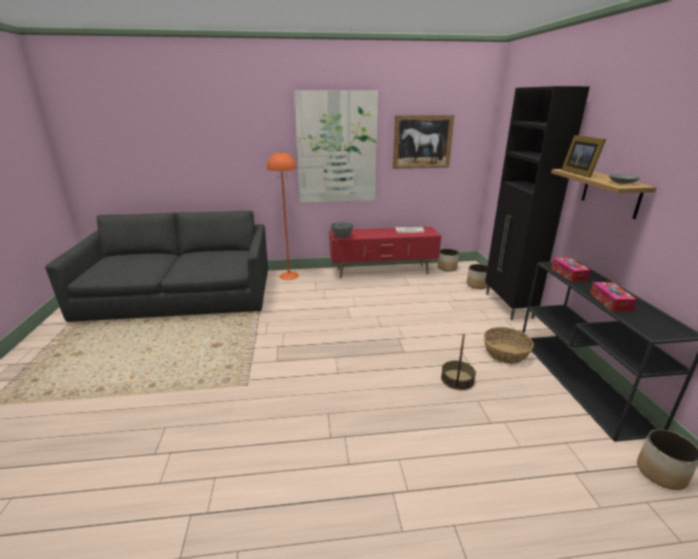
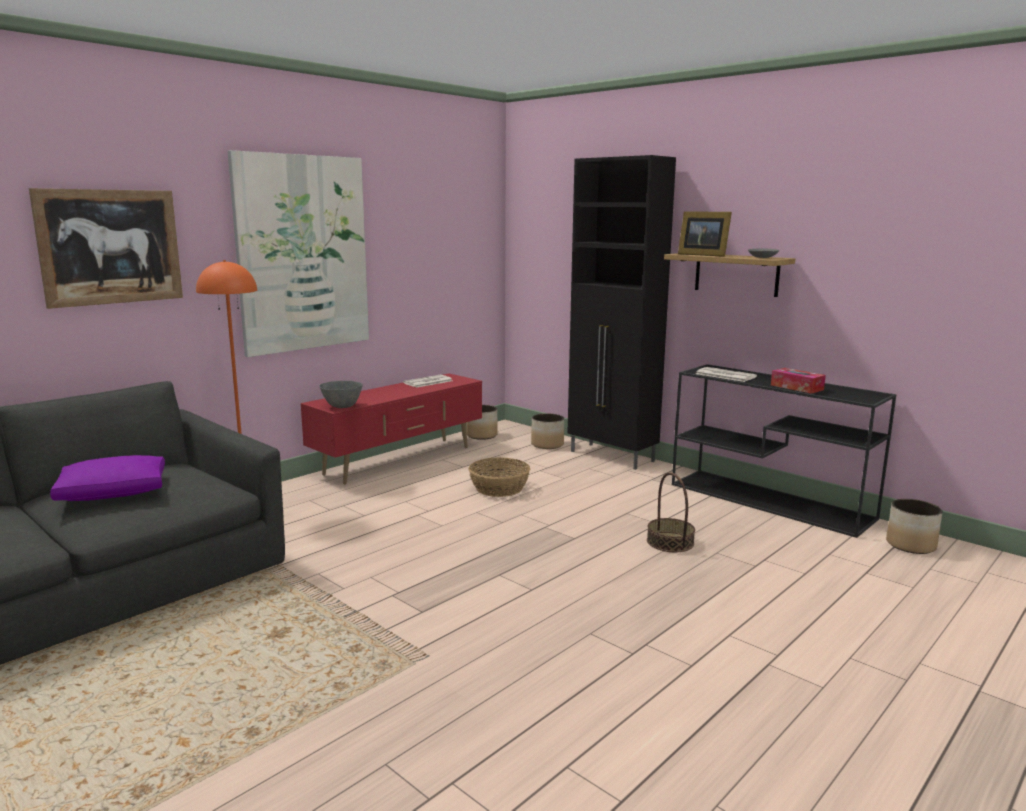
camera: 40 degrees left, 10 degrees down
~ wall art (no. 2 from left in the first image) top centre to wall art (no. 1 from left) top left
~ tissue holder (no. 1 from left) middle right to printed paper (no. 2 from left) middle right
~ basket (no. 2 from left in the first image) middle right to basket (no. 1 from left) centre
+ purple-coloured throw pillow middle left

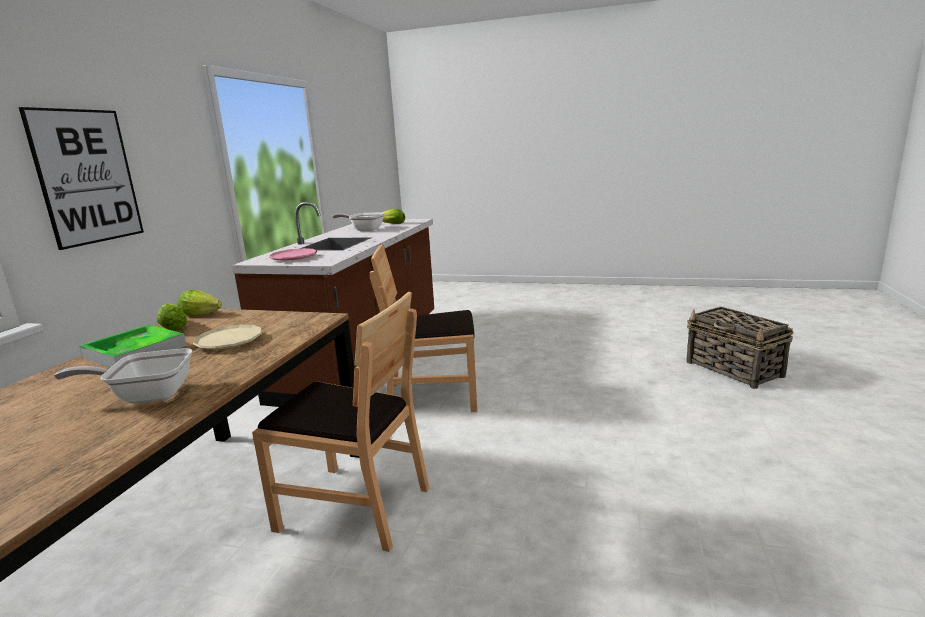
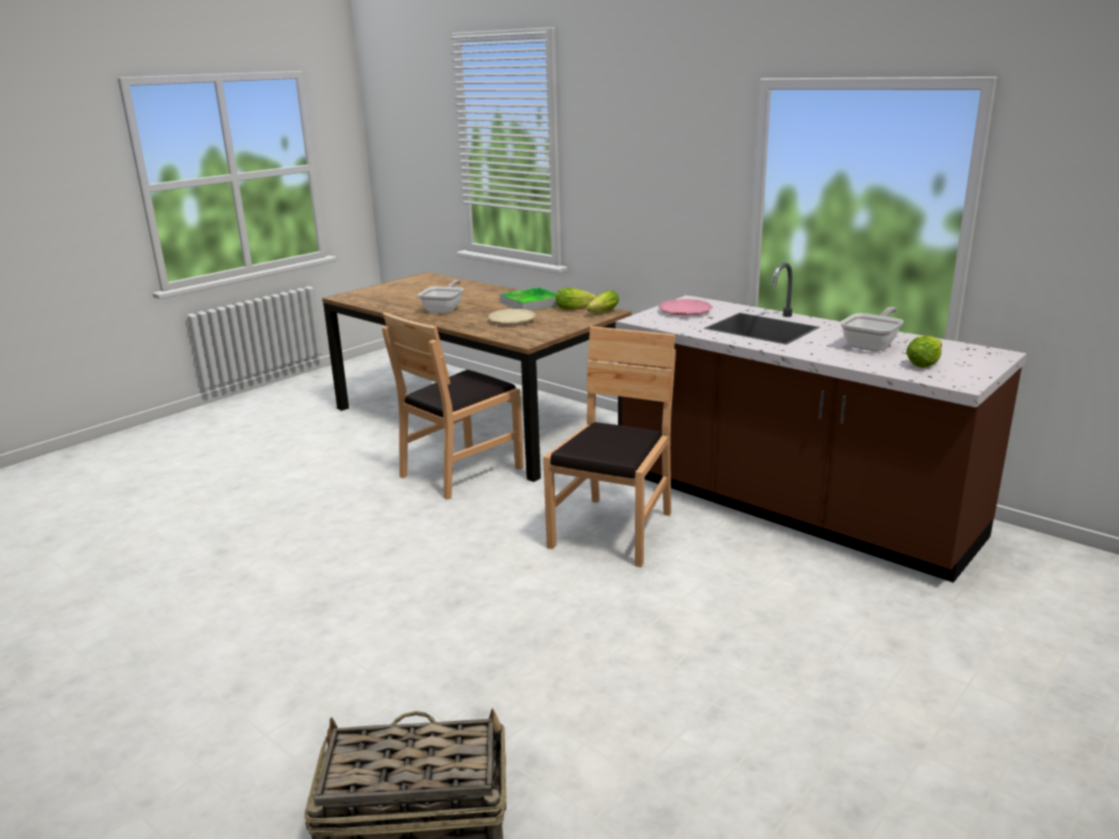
camera: 115 degrees right, 5 degrees up
- wall art top left

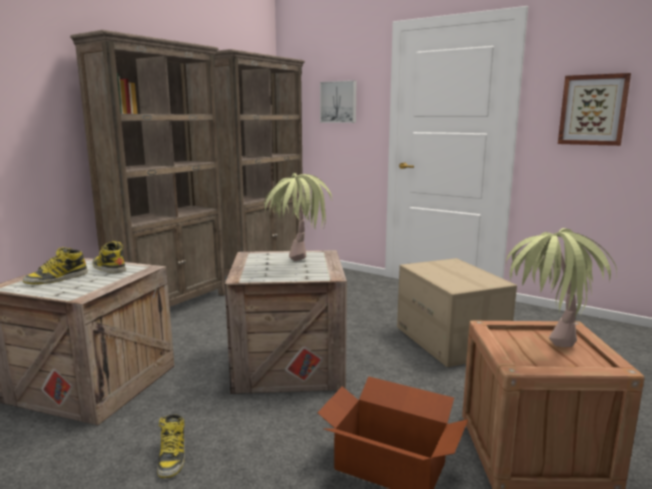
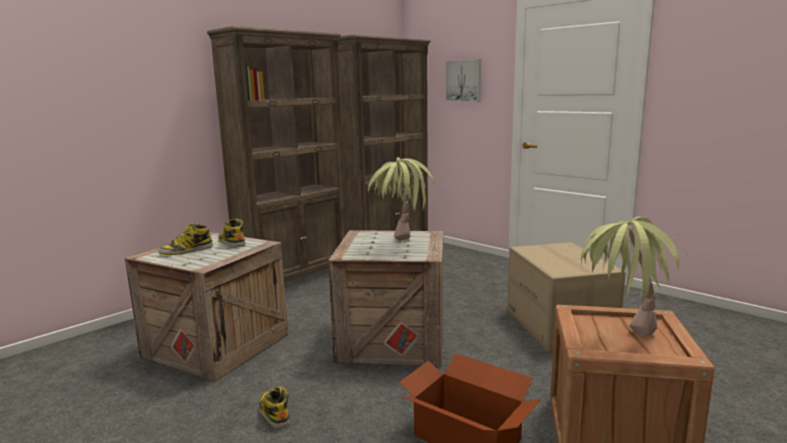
camera: 10 degrees right, 0 degrees up
- wall art (no. 2 from left) top right
~ tall boot (no. 3 from left) bottom left = bottom centre 150 degrees clockwise

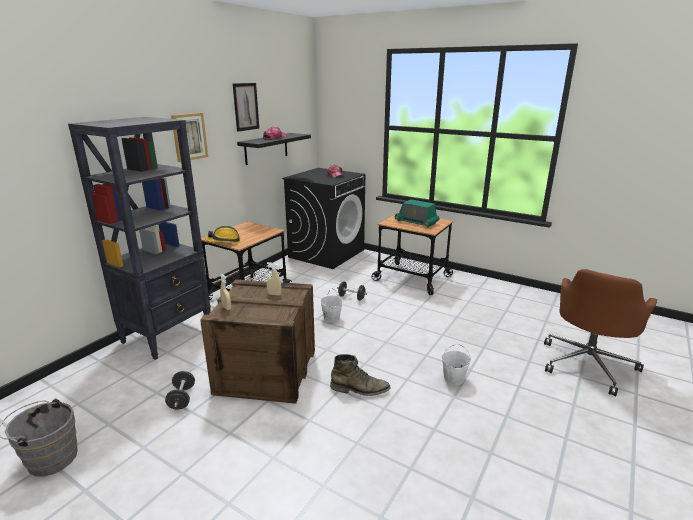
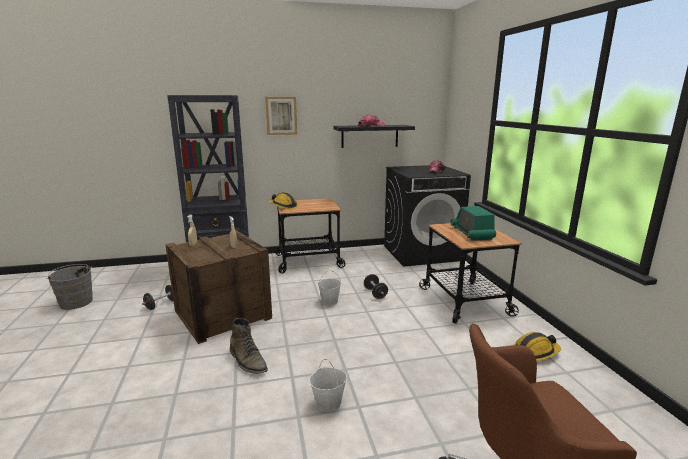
camera: 45 degrees right, 5 degrees down
- wall art (no. 2 from left) top centre
+ work helmet (no. 2 from left) bottom right

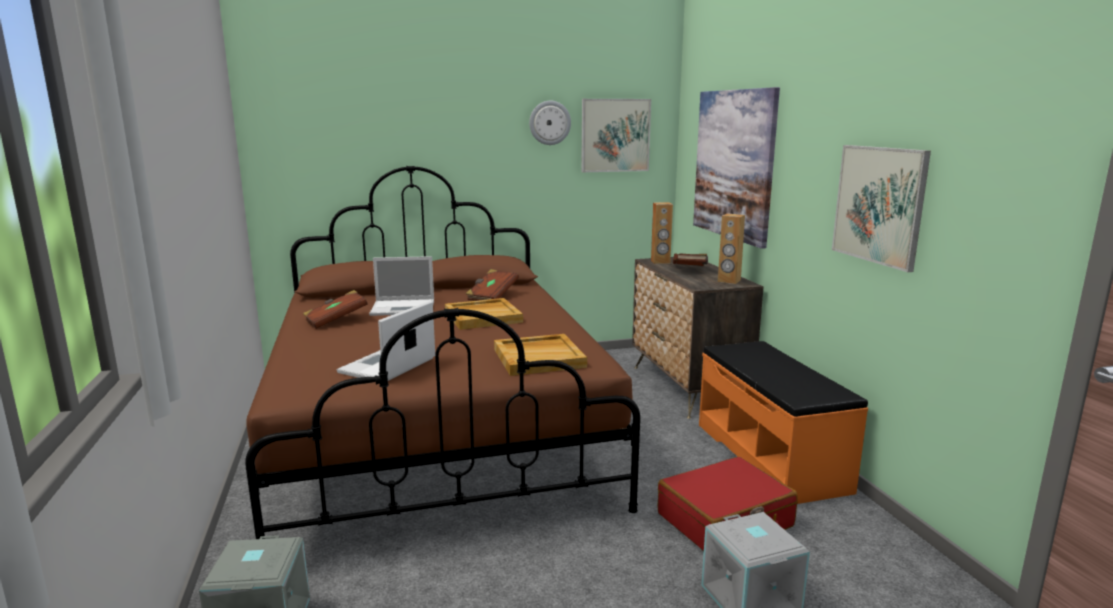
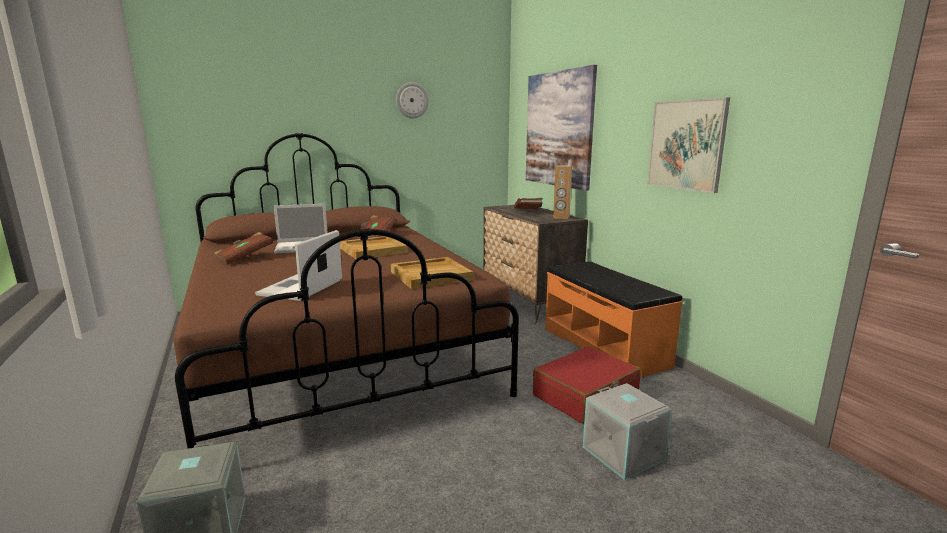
camera: 10 degrees left, 0 degrees up
- wall art (no. 1 from left) top centre
- brown-coloured loudspeaker (no. 1 from left) centre

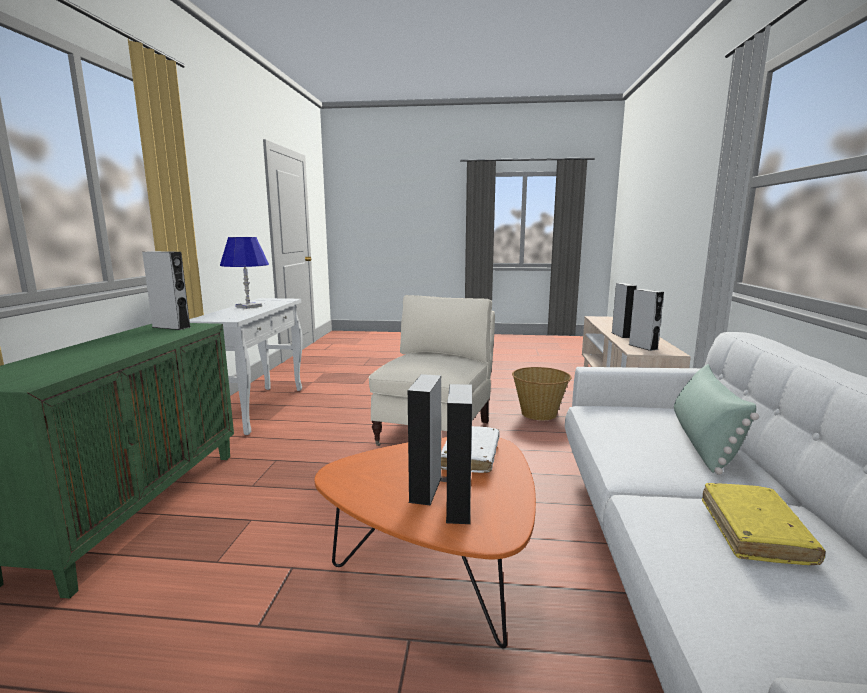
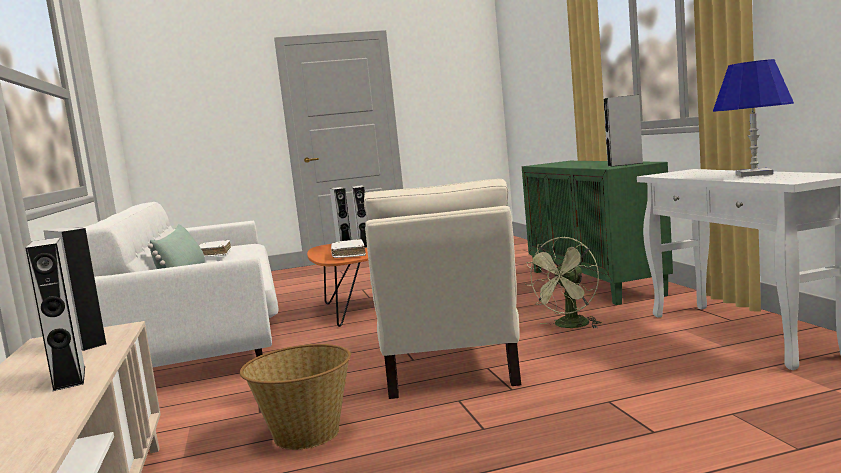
camera: 160 degrees right, 5 degrees down
~ yellowish volume bottom right to white volume (no. 1 from left) middle left
+ greenish fan middle right

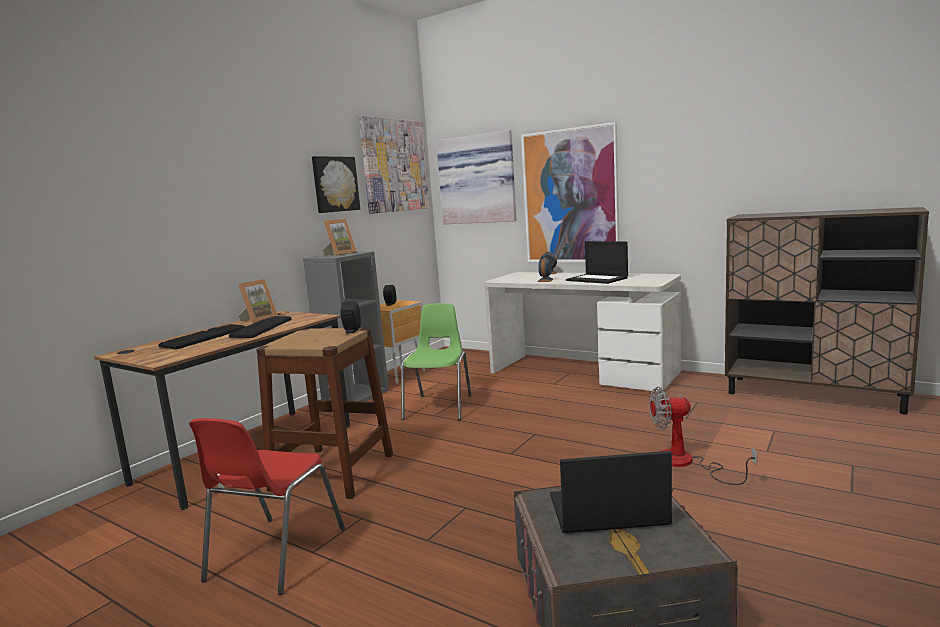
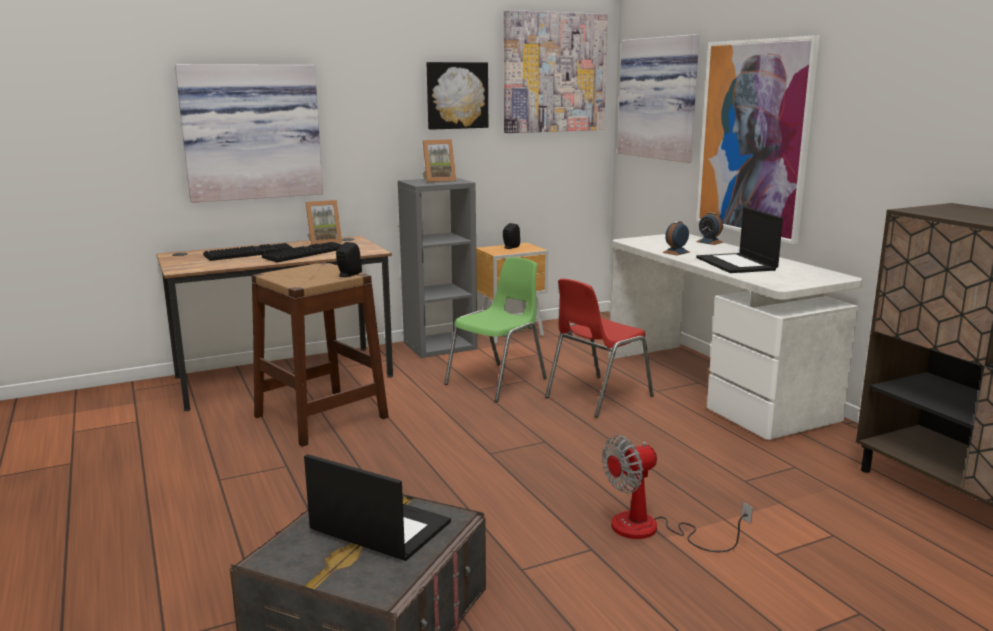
camera: 30 degrees right, 5 degrees up
~ fan bottom right = bottom right 60 degrees counterclockwise
~ red upright chair bottom left to centre
+ wall art (no. 1 from left) top left

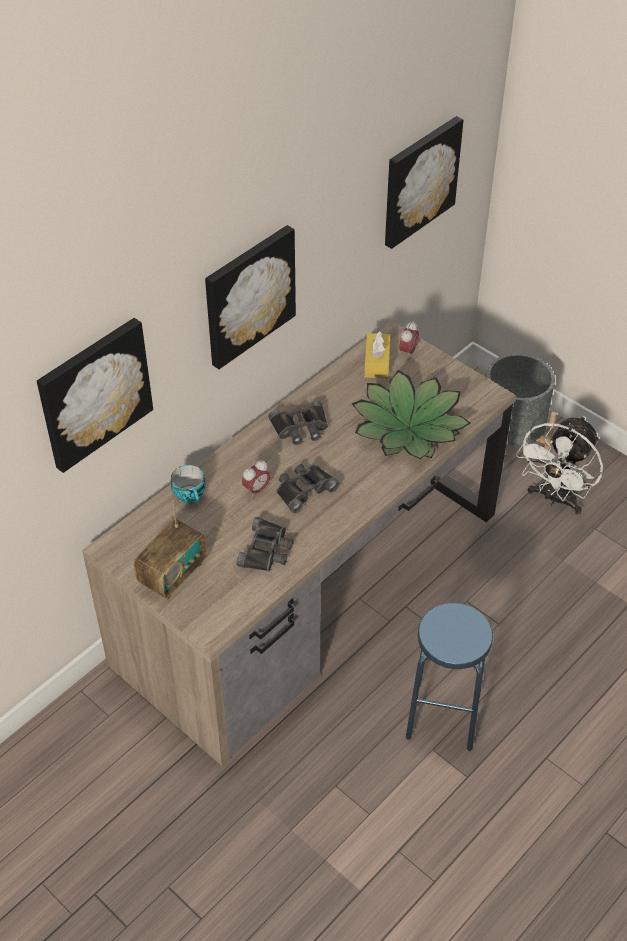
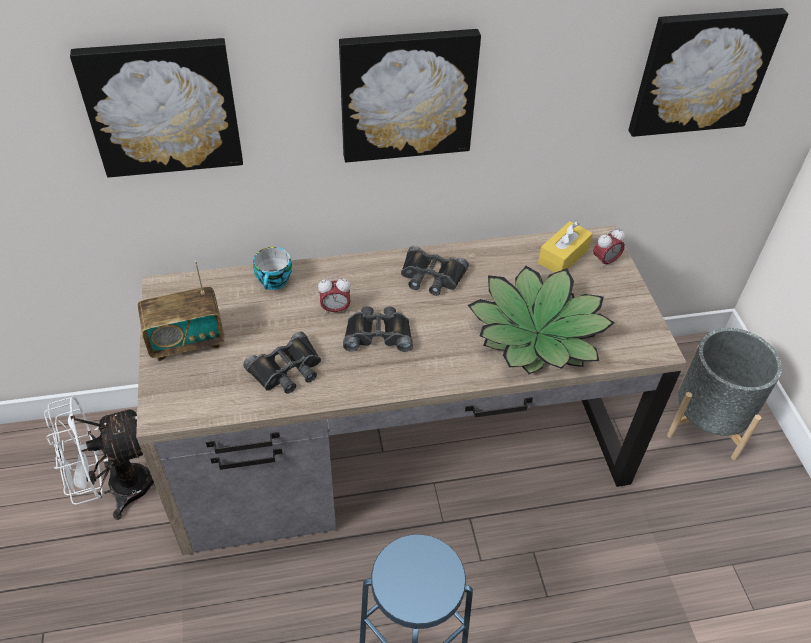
camera: 35 degrees right, 0 degrees up
~ white fan middle right to bottom left

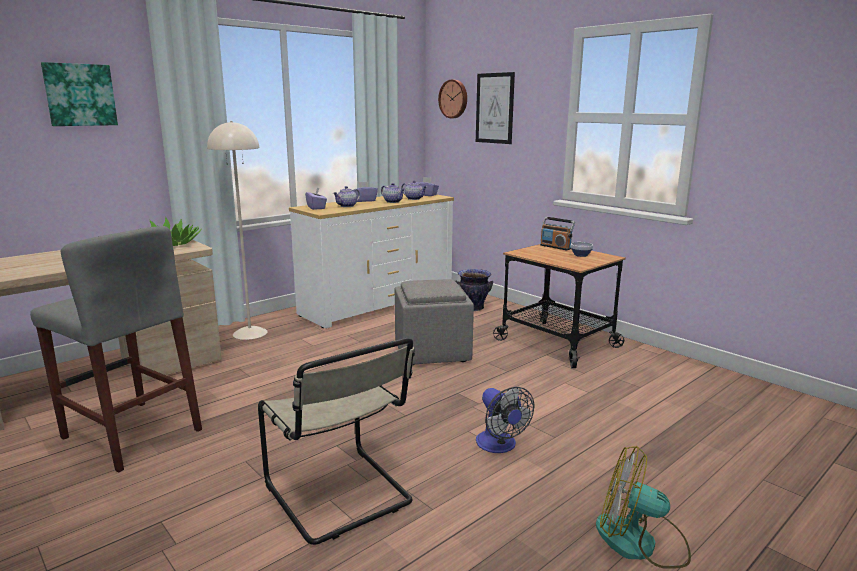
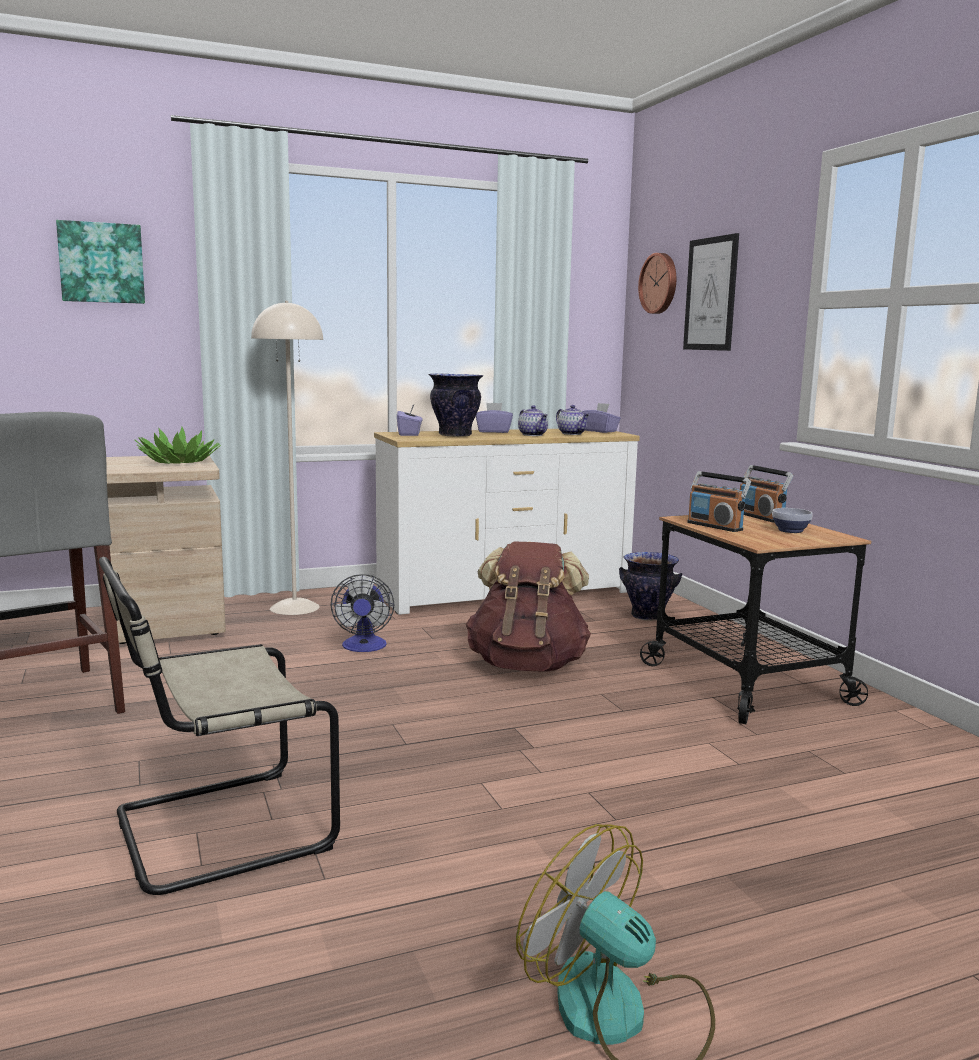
camera: 20 degrees right, 5 degrees down
~ tea pot (no. 1 from left) centre to vase (no. 1 from left) centre
~ grey ottoman centre to brown-coloured backpack centre
~ beige-coloured upright chair bottom centre = bottom left 75 degrees clockwise
~ fan (no. 1 from left) bottom centre to centre
+ radio (no. 1 from left) middle right

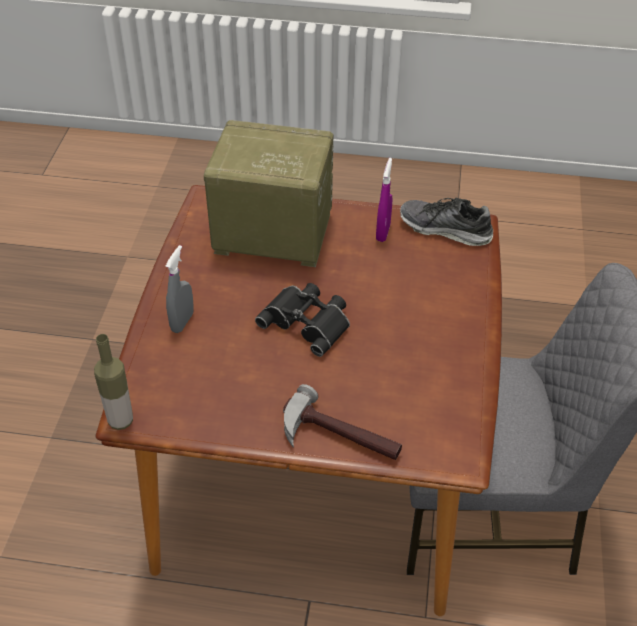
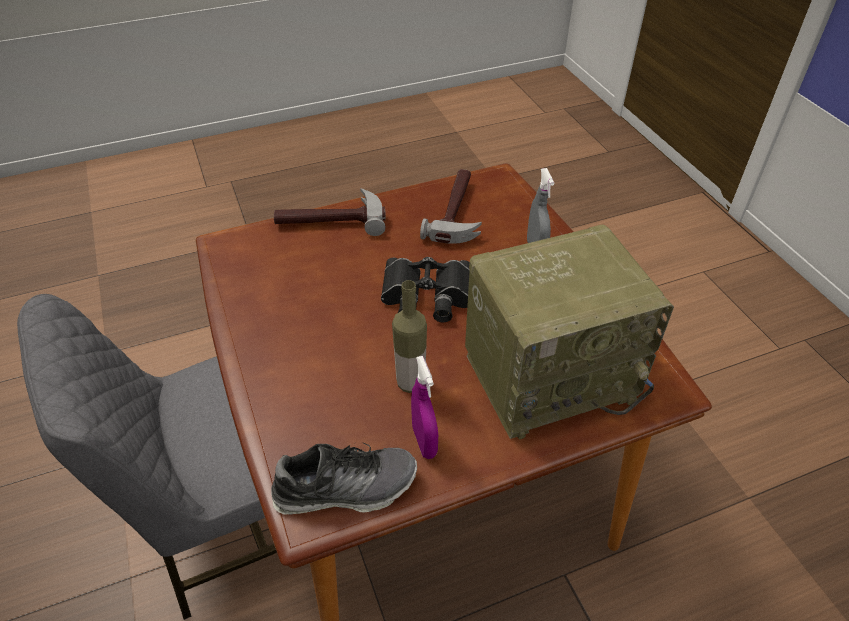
camera: 150 degrees right, 0 degrees up
~ bottle middle left to centre
+ hammer (no. 2 from left) top centre

